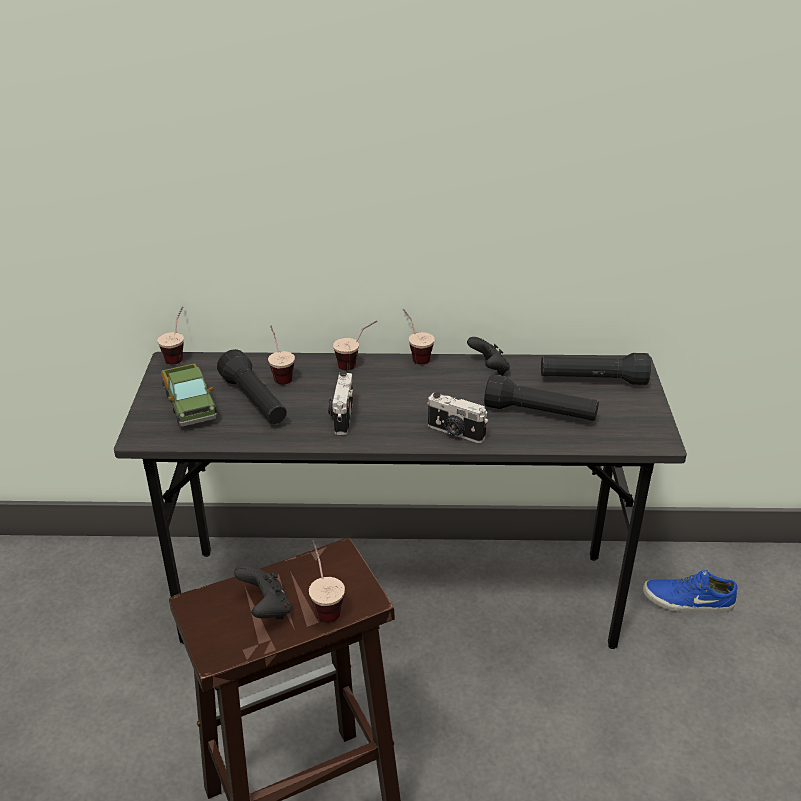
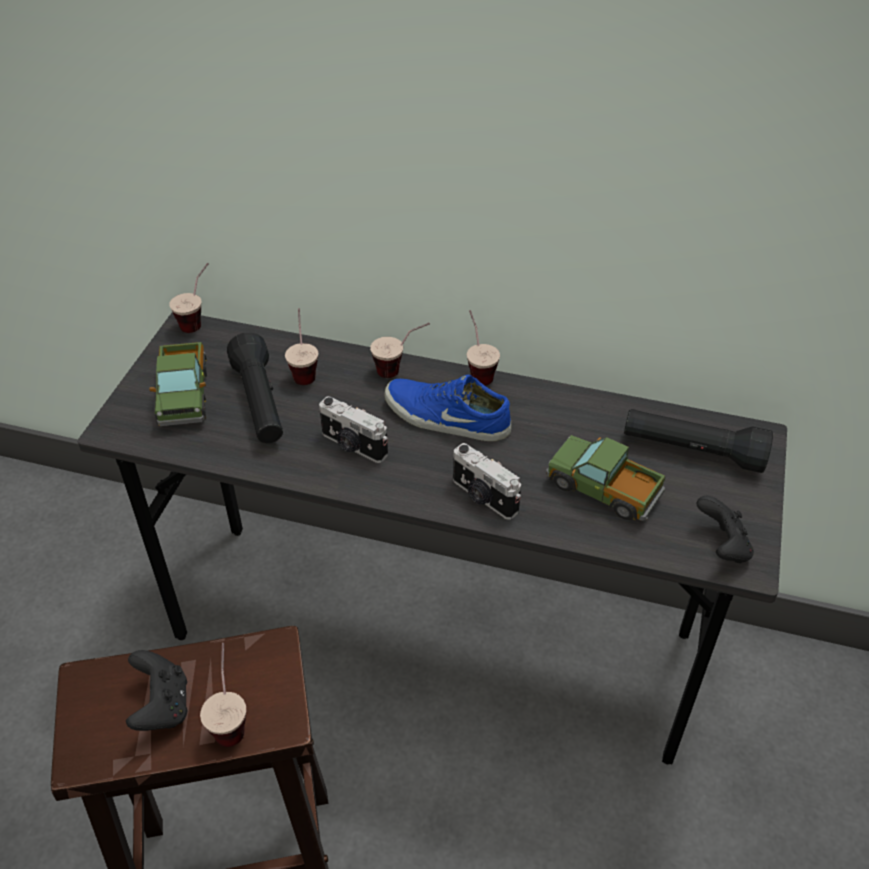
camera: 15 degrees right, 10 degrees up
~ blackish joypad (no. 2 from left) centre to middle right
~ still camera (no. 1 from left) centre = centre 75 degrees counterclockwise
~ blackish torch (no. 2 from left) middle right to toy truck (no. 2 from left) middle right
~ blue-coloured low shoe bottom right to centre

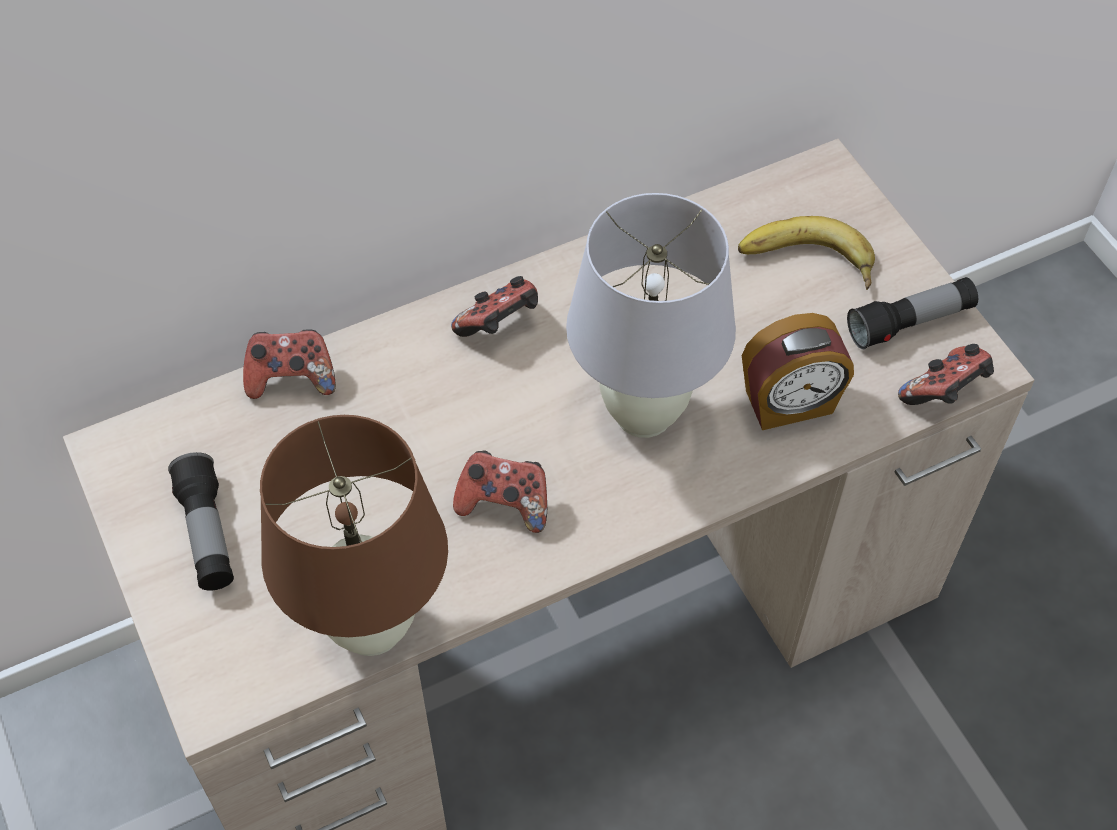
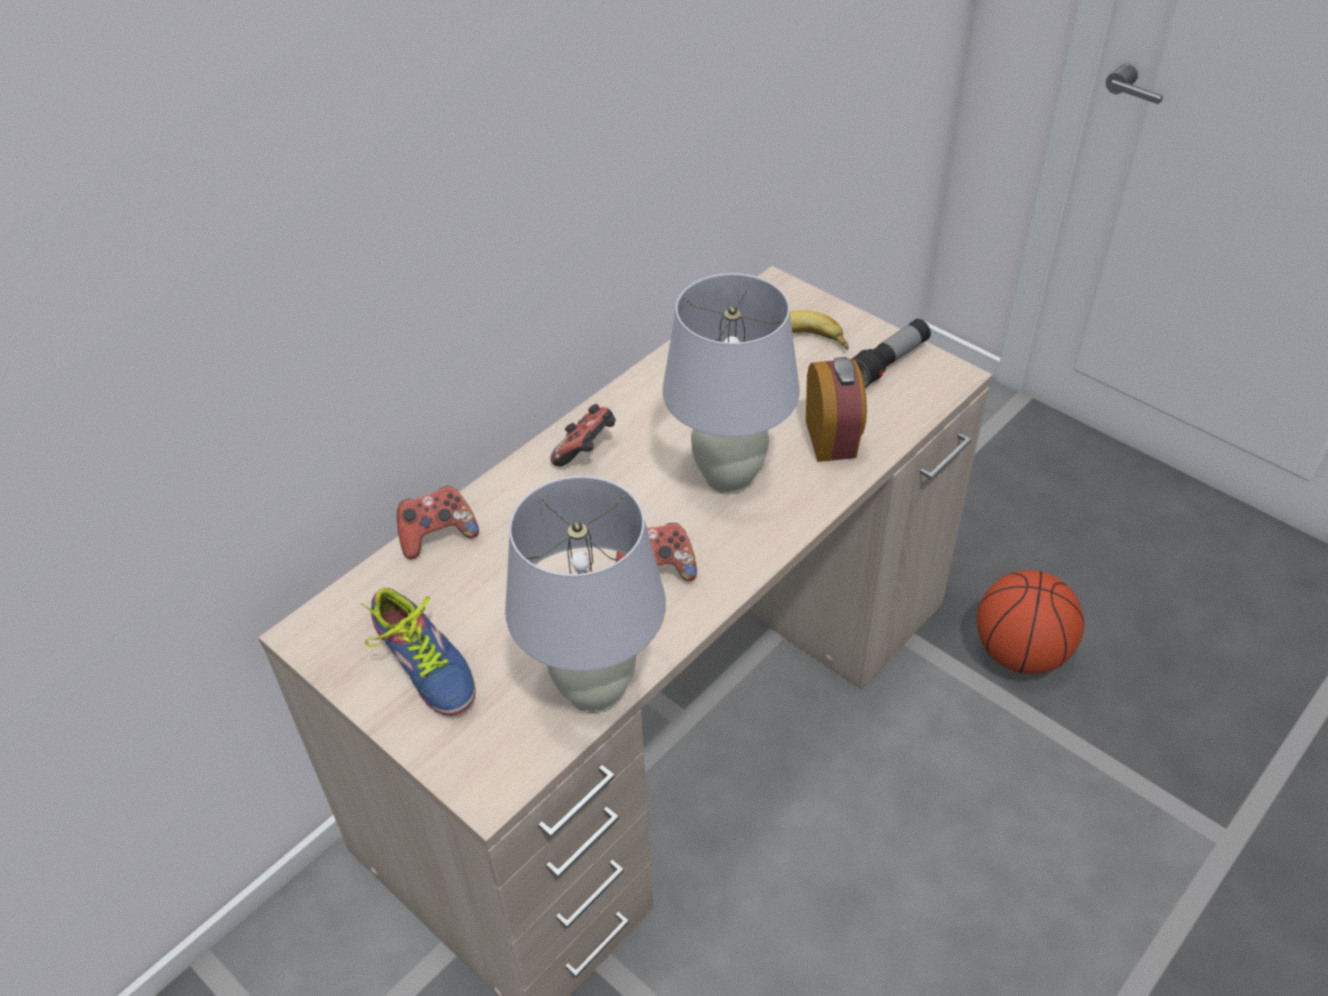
camera: 20 degrees left, 10 degrees down
~ table clock middle right = centre 60 degrees counterclockwise
- joypad (no. 4 from left) middle right
~ brown-coloured lamp for a table middle left to white lamp for a table (no. 1 from left) centre
~ torch (no. 1 from left) middle left to low shoe middle left
+ ball for basketball middle right

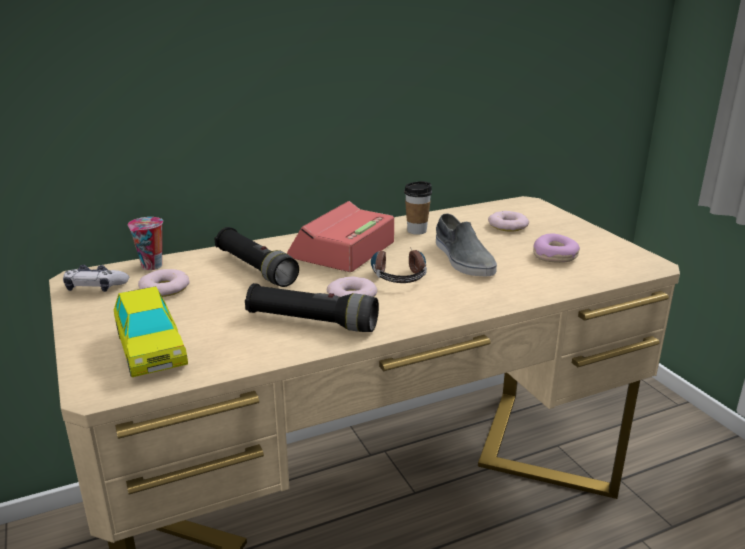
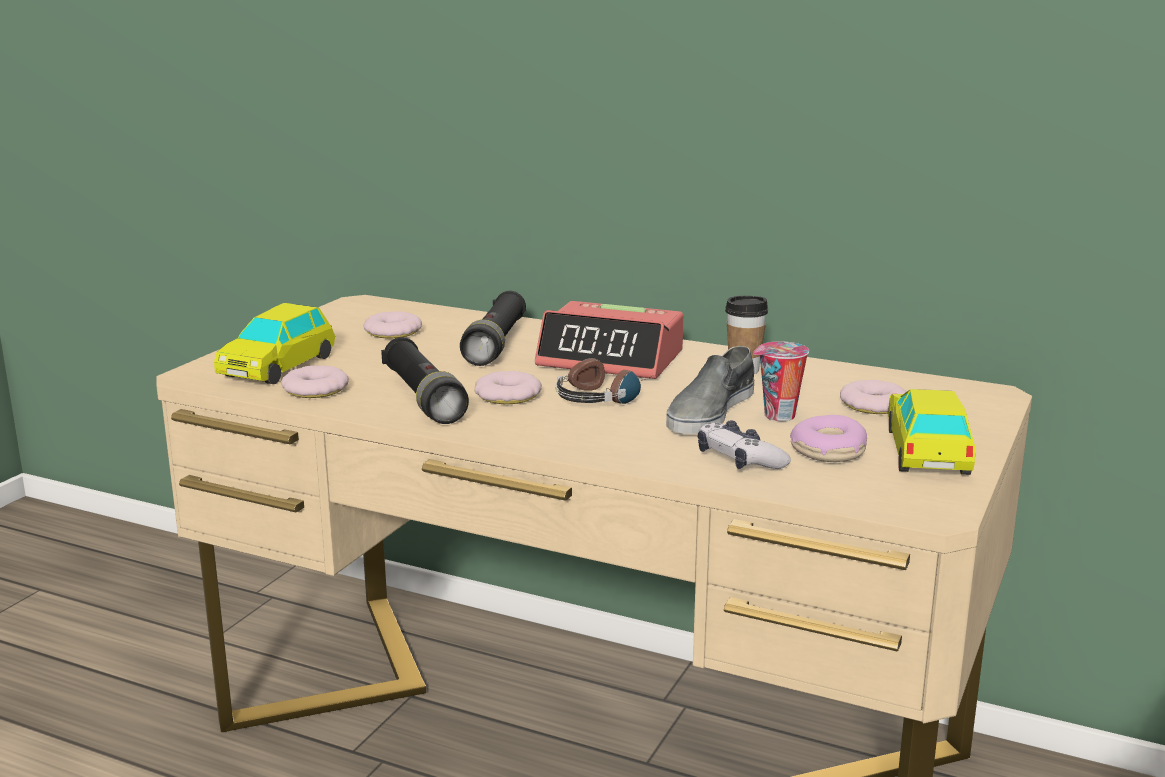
camera: 50 degrees right, 5 degrees down
~ table clock centre = centre 150 degrees counterclockwise
~ drinking cup (no. 1 from left in the first image) middle left to drinking cup (no. 2 from left) middle right
~ joypad middle left to centre
+ ring doughnut (no. 1 from left) middle left
+ toy car (no. 2 from left) middle right

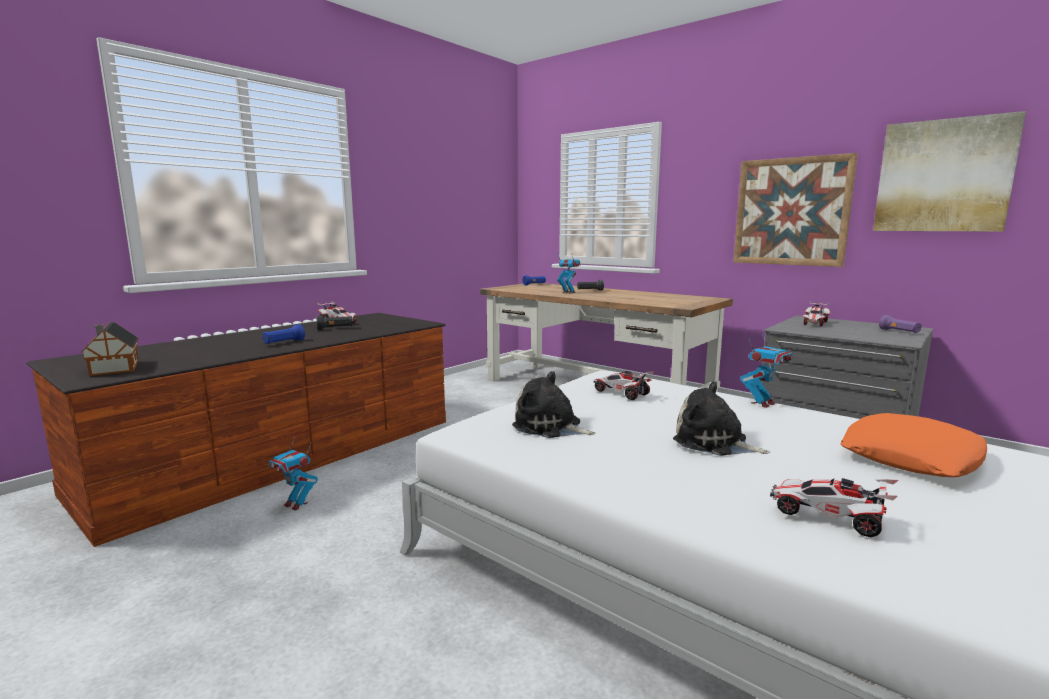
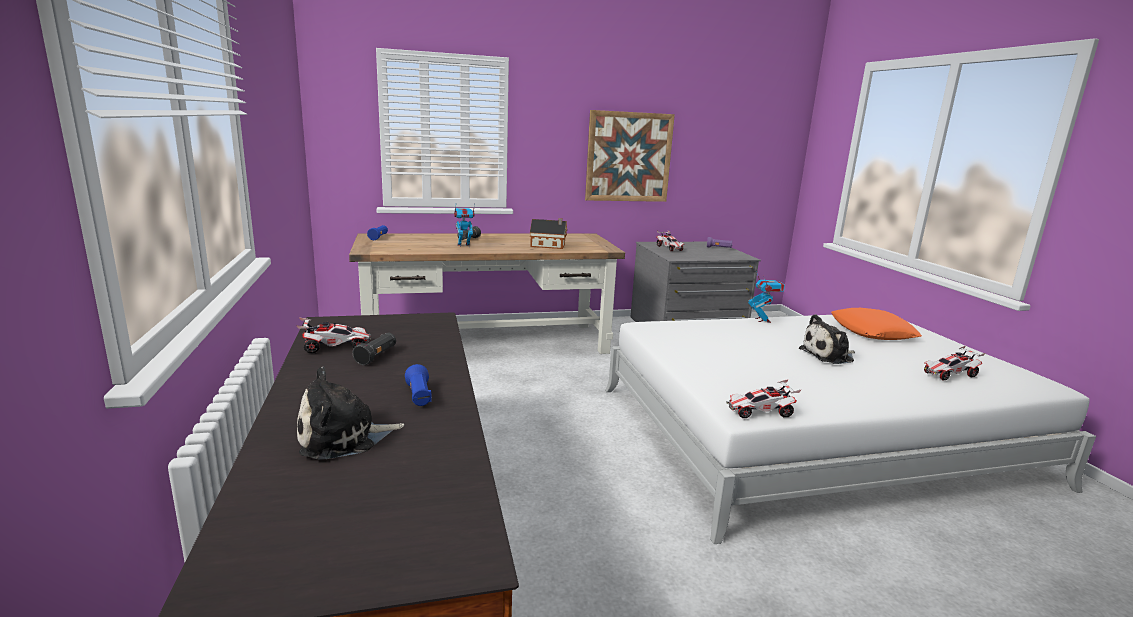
camera: 55 degrees left, 5 degrees up
- wall art (no. 2 from left) top right
~ toy house middle left to centre
~ cuddly toy (no. 1 from left) centre to bottom left
~ toy car (no. 2 from left in the first image) centre to toy car (no. 3 from left) middle right
- toy robot (no. 1 from left) bottom left

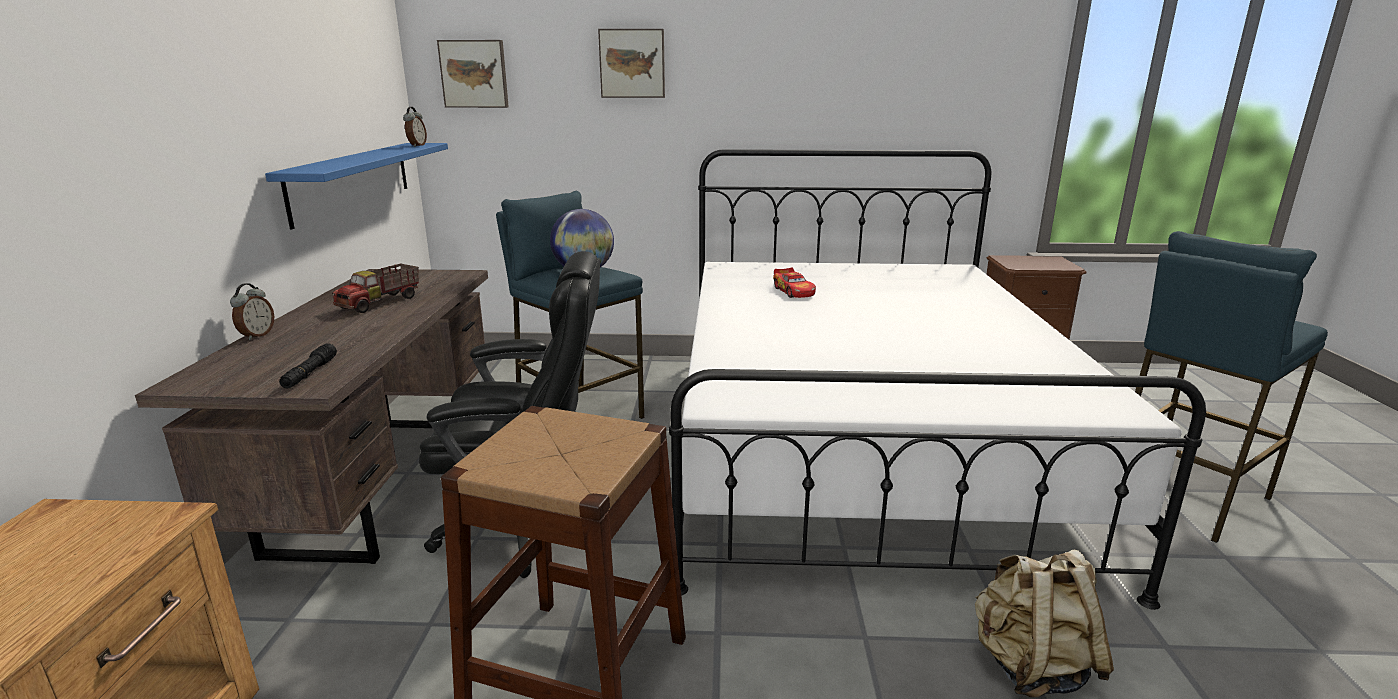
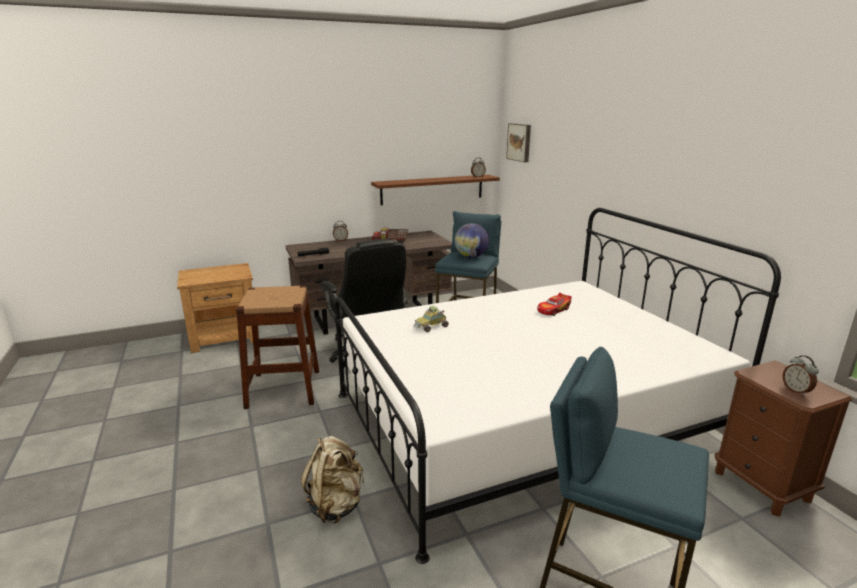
camera: 65 degrees right, 0 degrees up
- wall art (no. 2 from left) top centre
~ blue-coloured wall shelf top left to brown-coloured wall shelf top centre
+ toy car (no. 1 from left) centre
+ table clock (no. 3 from left) middle right

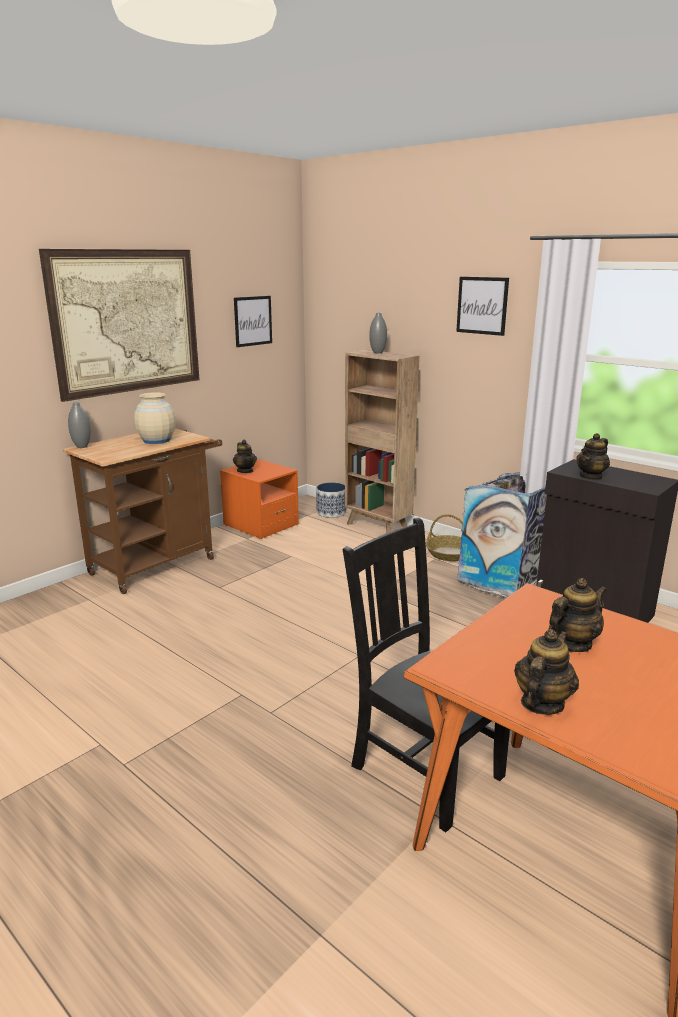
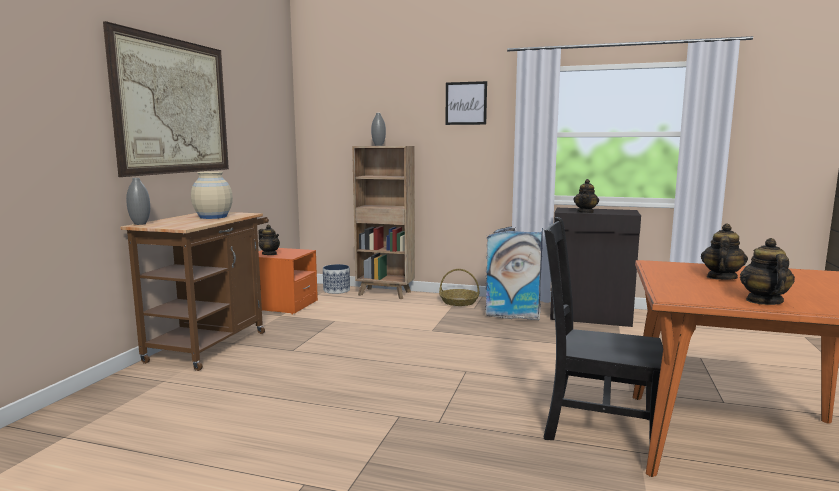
camera: 25 degrees left, 10 degrees down
- wall art (no. 2 from left) top centre

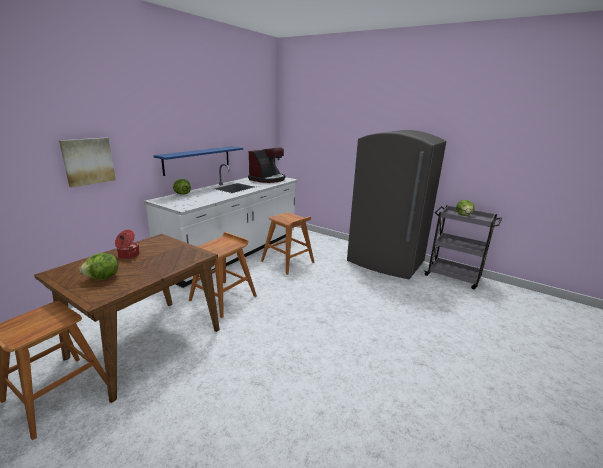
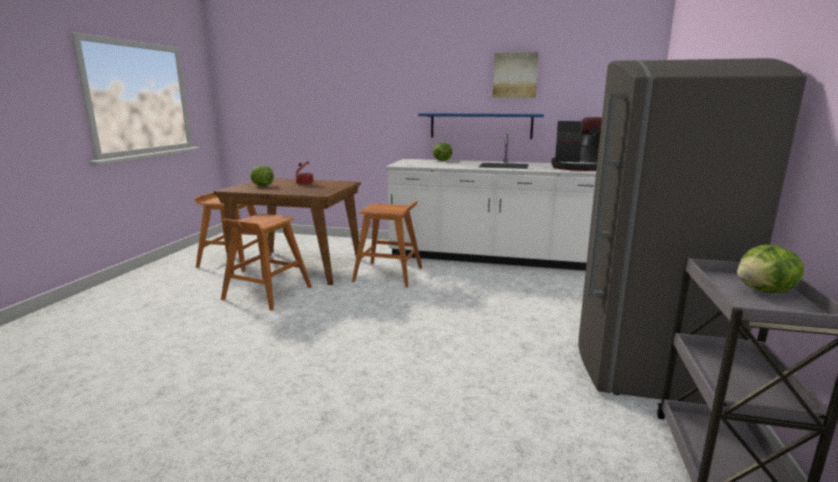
camera: 70 degrees right, 5 degrees down
~ wall art middle left to top centre
~ brown-coloured stool seat (no. 3 from left in the first image) centre to brown-coloured stool seat (no. 2 from left) middle left

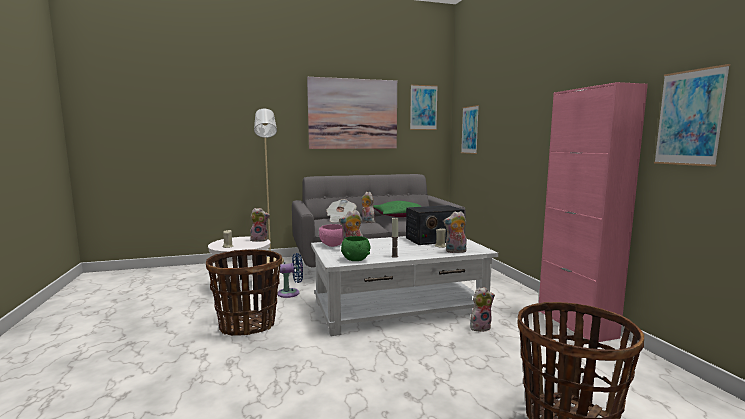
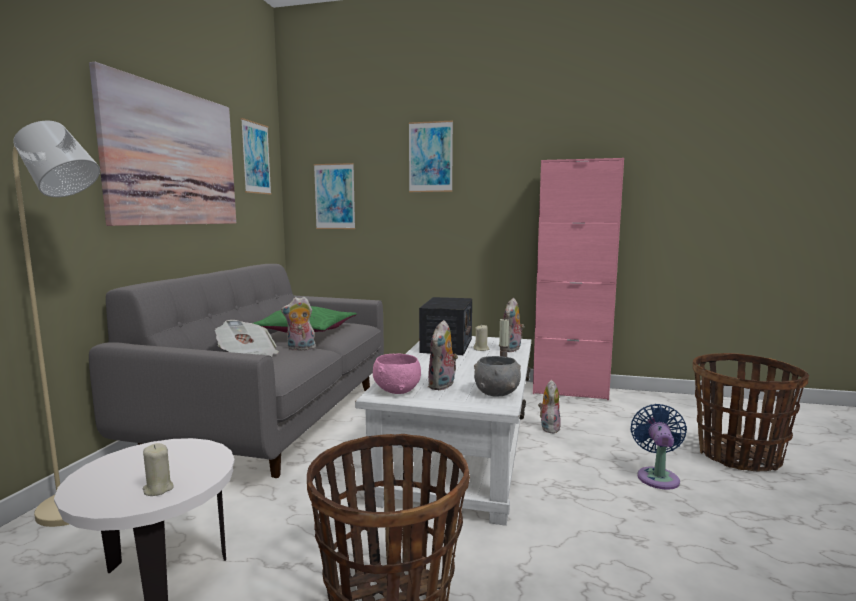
camera: 60 degrees left, 0 degrees up
~ wall art (no. 4 from left) top right to top centre
- cuddly toy (no. 1 from left) centre
~ greenish deep dish centre to grey deep dish centre
~ blue-coloured fan centre to bottom right

